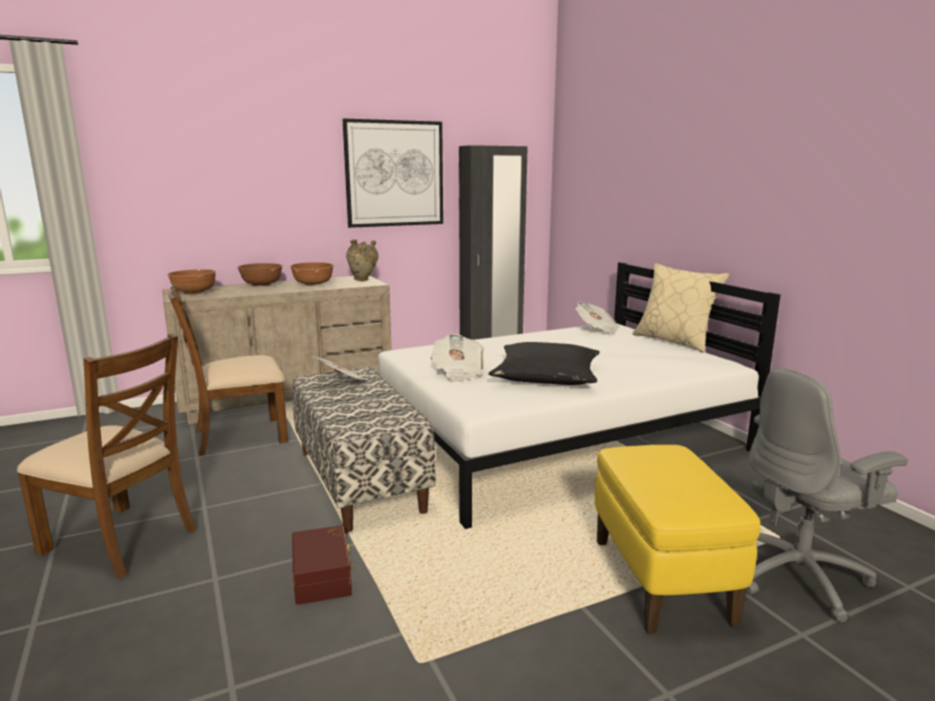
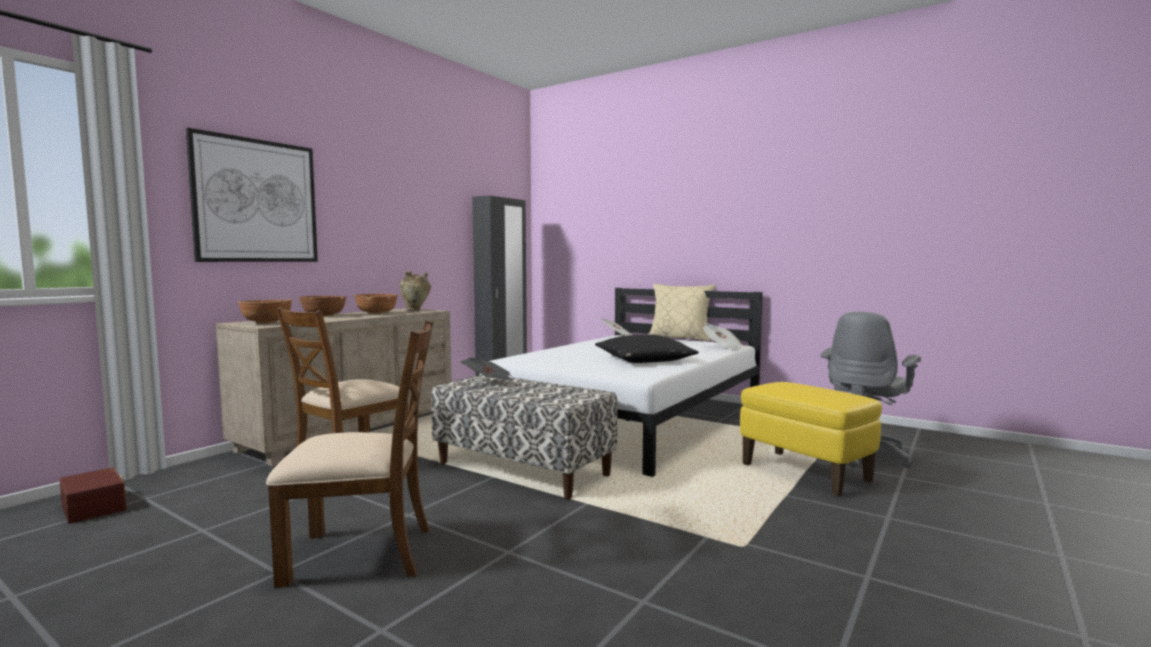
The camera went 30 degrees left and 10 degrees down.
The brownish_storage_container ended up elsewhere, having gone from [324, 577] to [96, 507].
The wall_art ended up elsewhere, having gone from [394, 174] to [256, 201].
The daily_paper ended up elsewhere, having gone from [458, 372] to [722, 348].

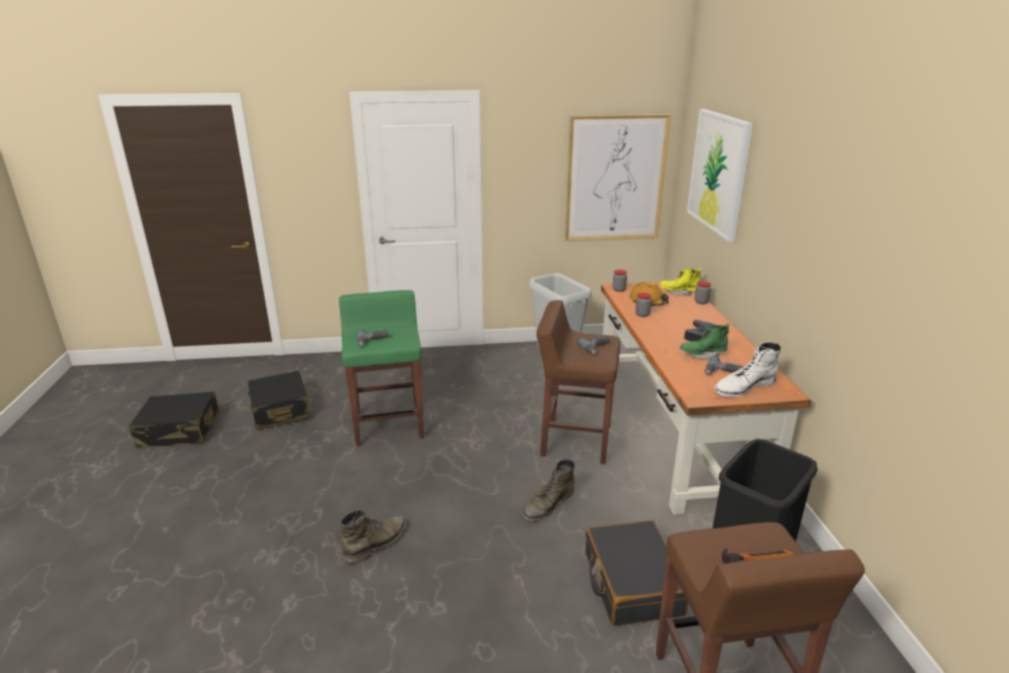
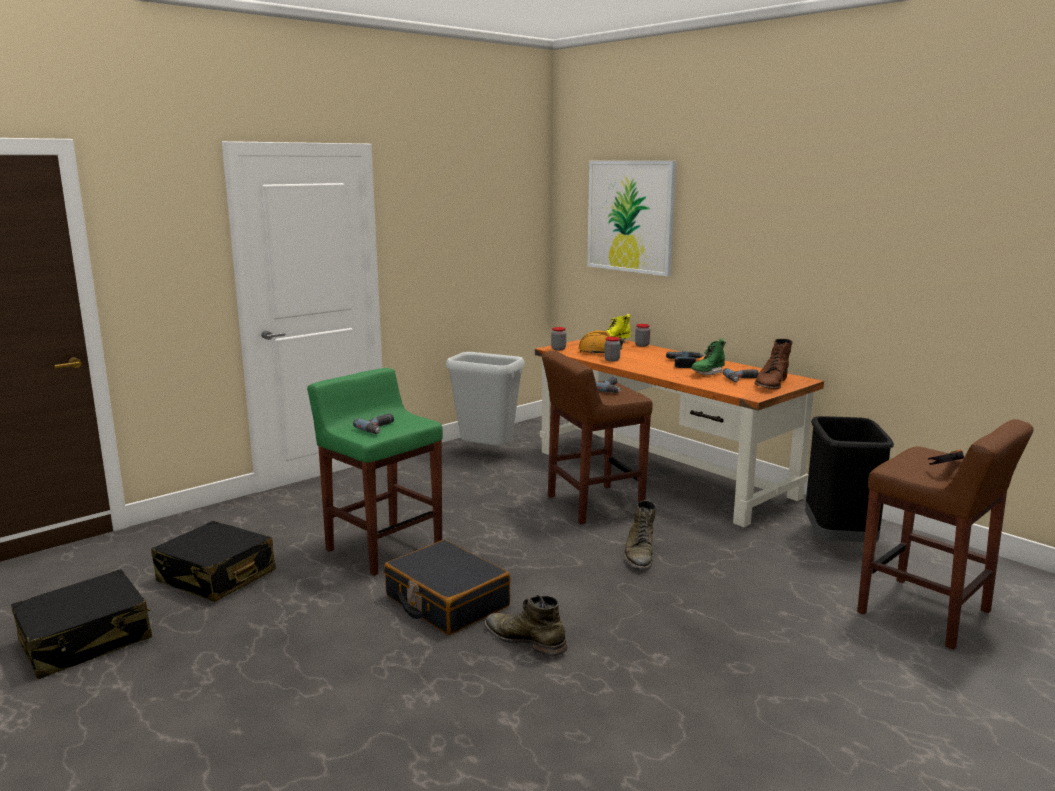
The camera went 35 degrees left and 10 degrees down.
The second view lost the wall_art at [615, 179].
The blackish_suitcase ended up elsewhere, having gone from [631, 583] to [446, 601].
What was the white_high-top_boot at [743, 387] turned into the brownish_high-top_boot at [771, 383].
The green_high-top_boot at [376, 543] ended up facing another way, 60 degrees counterclockwise from before.

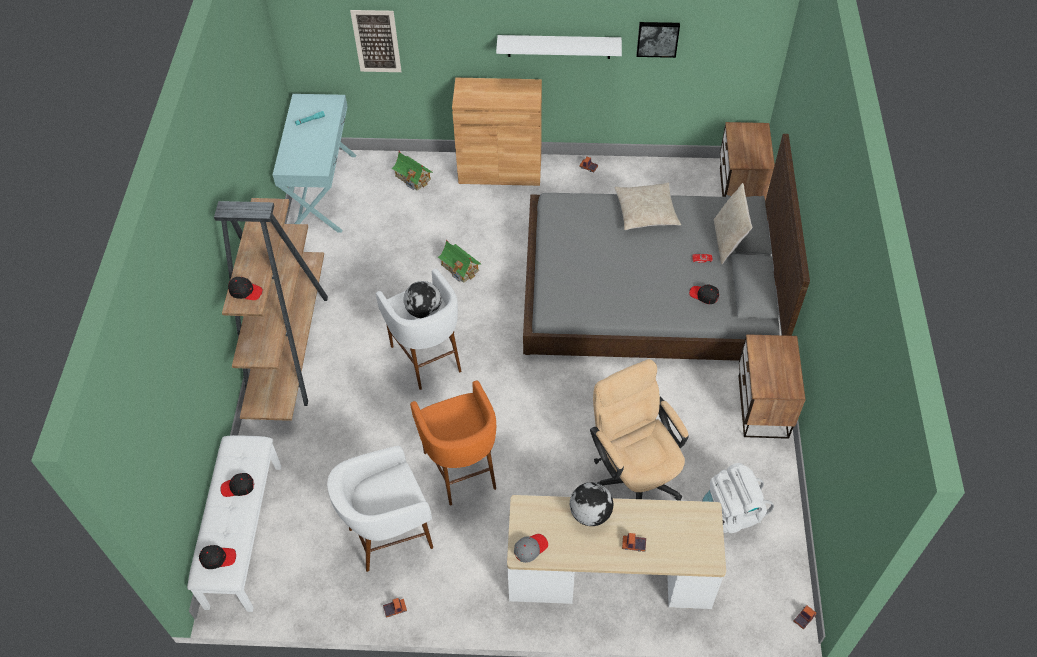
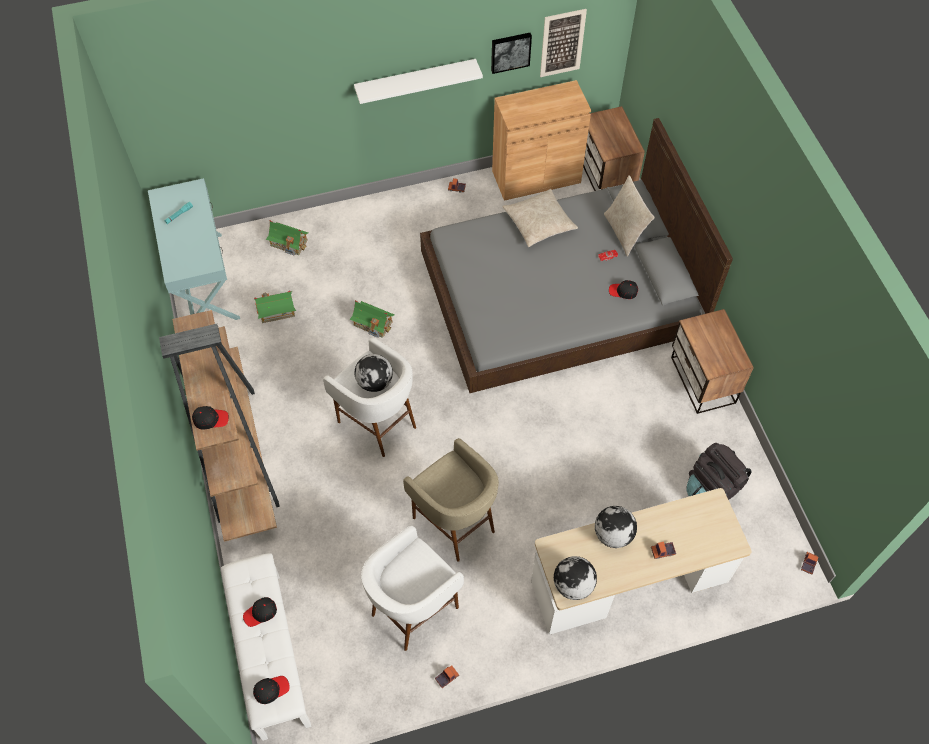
The camera went 20 degrees left and 5 degrees up.
The second view lost the sand-coloured_desk_chair at [634, 473].
The second view gained the miniature_house at [276, 311].
The wall_art ended up elsewhere, having gone from [376, 41] to [562, 43].
The brownish_storage_cabinet ended up elsewhere, having gone from [500, 170] to [536, 177].
Where the greyish_peaked_cap stood at [530, 548], the world_globe came to stand at [572, 585].
What was the orangey_stool at [462, 470] turned into the sand-coloured_stool at [455, 523].
What was the white_rucksack at [731, 513] turned into the blackish_rucksack at [712, 488].

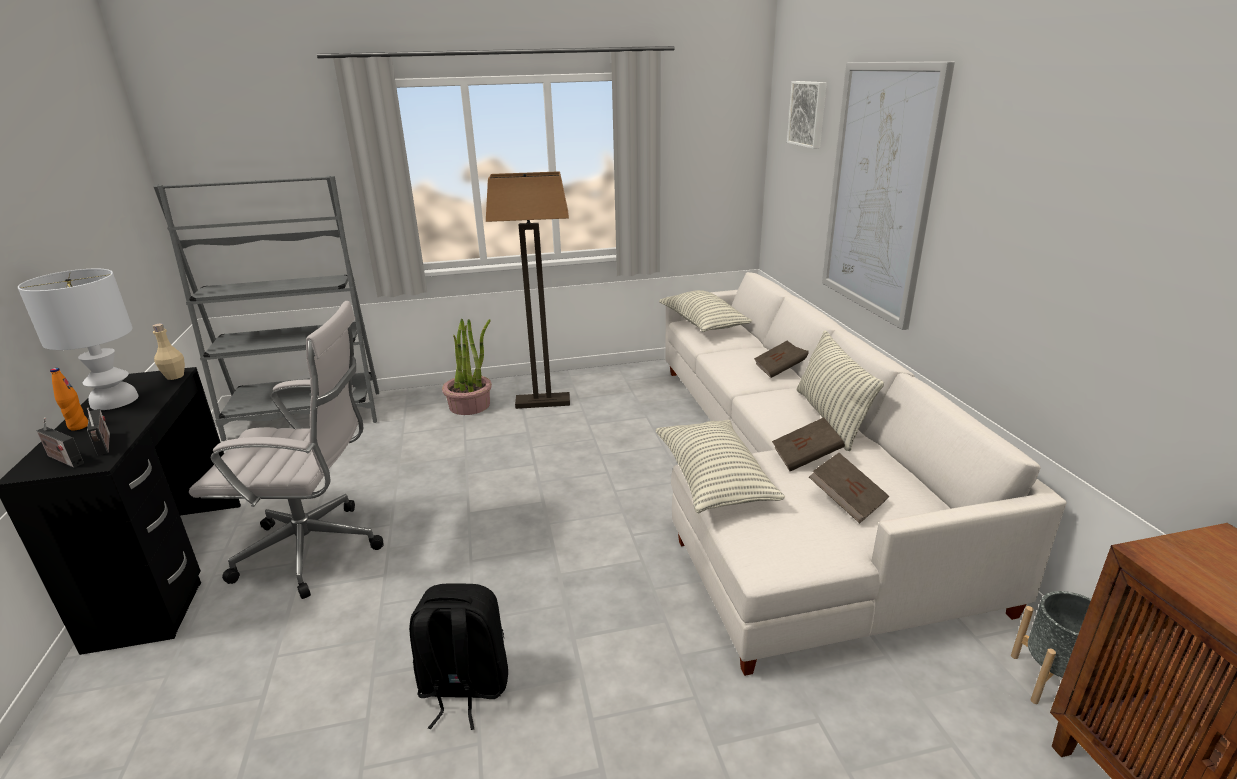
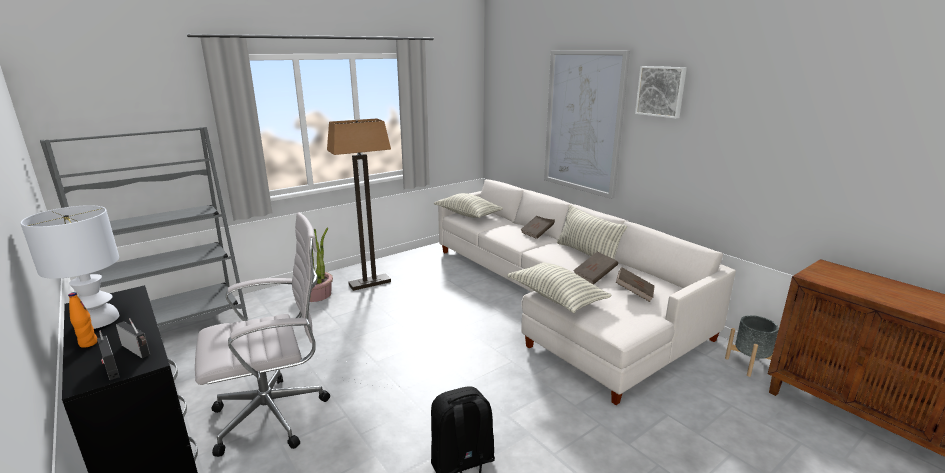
The camera went 25 degrees left and 5 degrees down.
The second view lost the sand-coloured_drink_bottle at [175, 376].
The wall_art ended up elsewhere, having gone from [808, 114] to [661, 91].
The radio at [63, 459] ended up facing another way, 45 degrees clockwise from before.

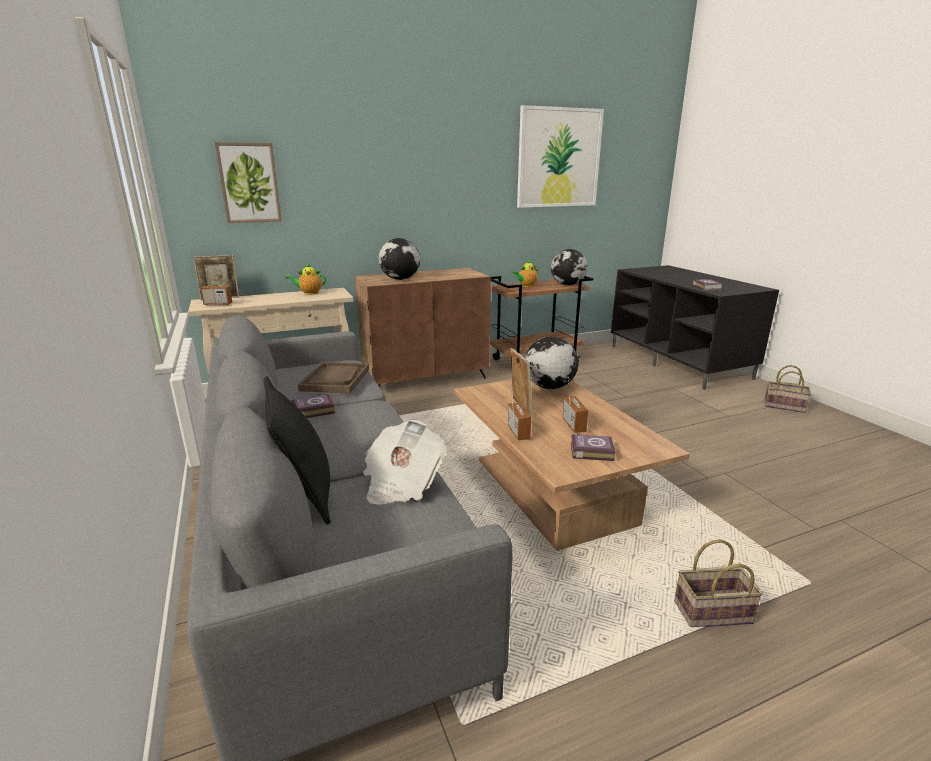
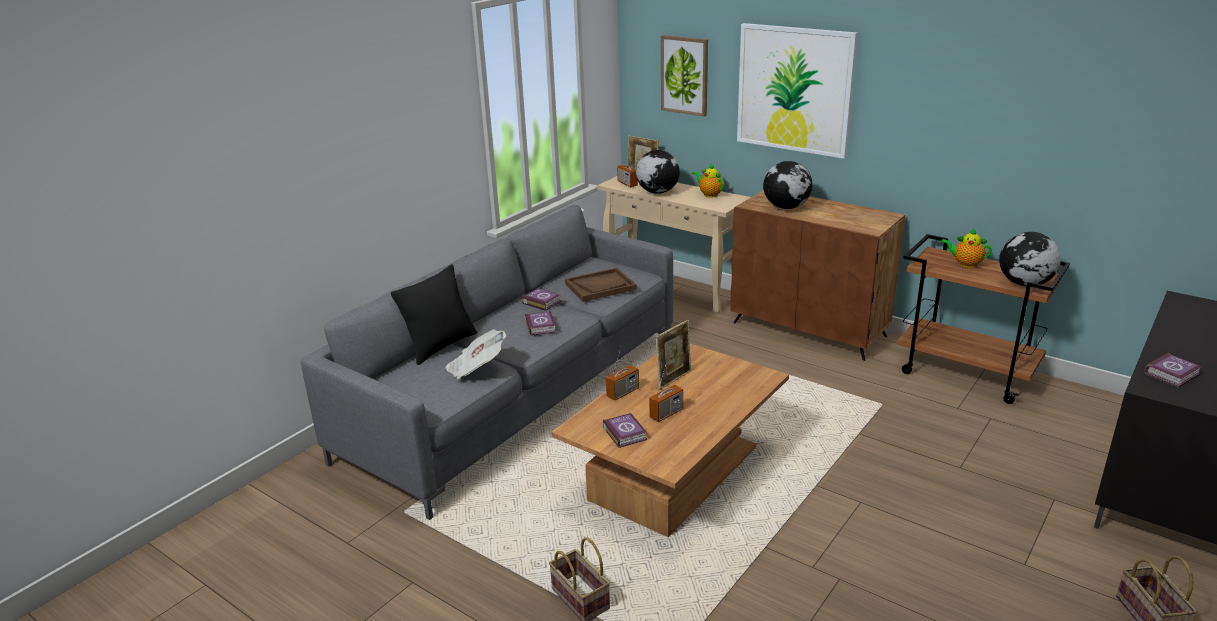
The camera went 60 degrees right and 5 degrees up.
The second view gained the book at [541, 326].
The wall_art ended up elsewhere, having gone from [559, 158] to [795, 89].
The world_globe ended up elsewhere, having gone from [548, 387] to [657, 192].

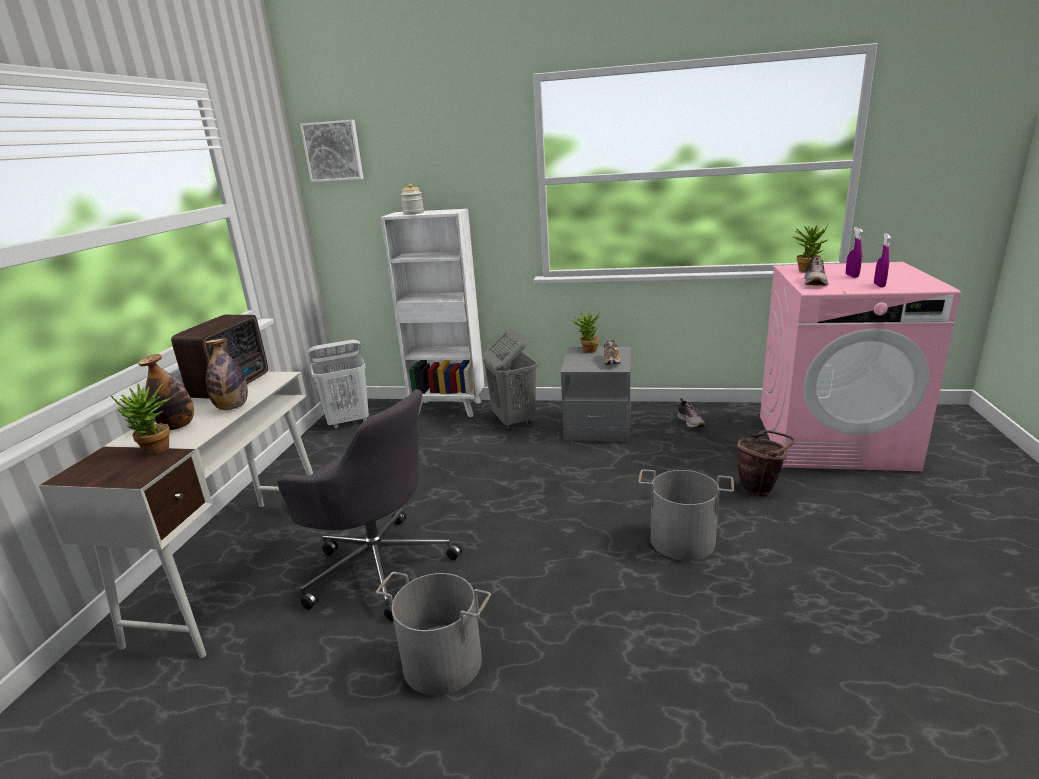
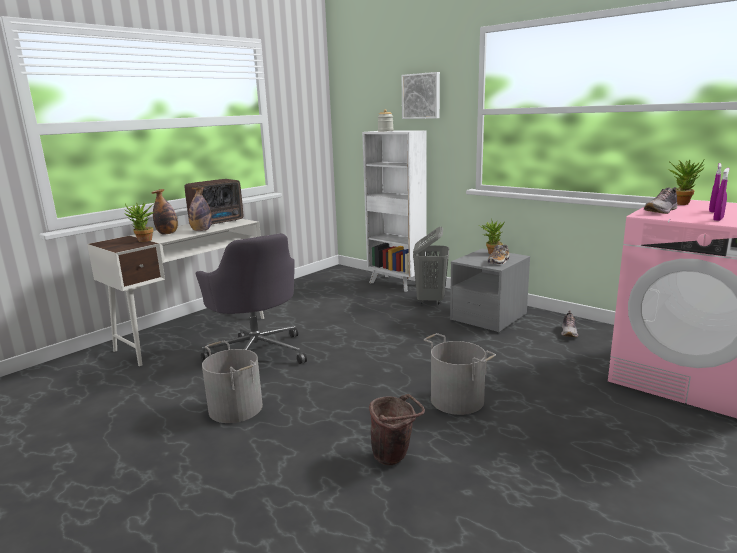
The camera went 30 degrees right and 5 degrees down.
The second view lost the white_laundry_basket at [349, 422].
The wall_art ended up elsewhere, having gone from [333, 151] to [421, 96].
The brownish_bucket ended up elsewhere, having gone from [760, 489] to [395, 457].

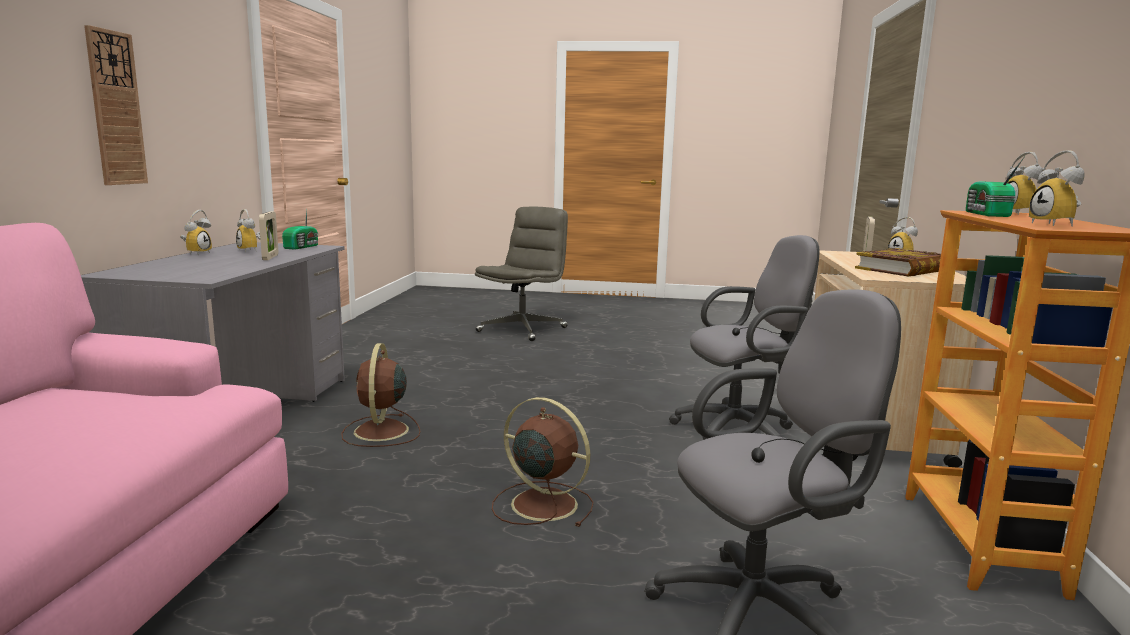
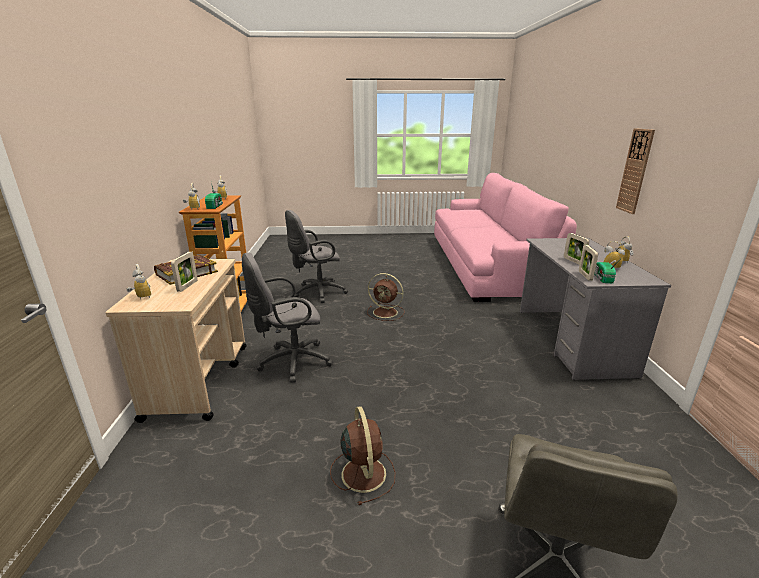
The camera went 170 degrees right and 10 degrees up.
The second view gained the photo_frame at [585, 276].
The brownish_electric_fan ended up elsewhere, having gone from [381, 432] to [363, 472].

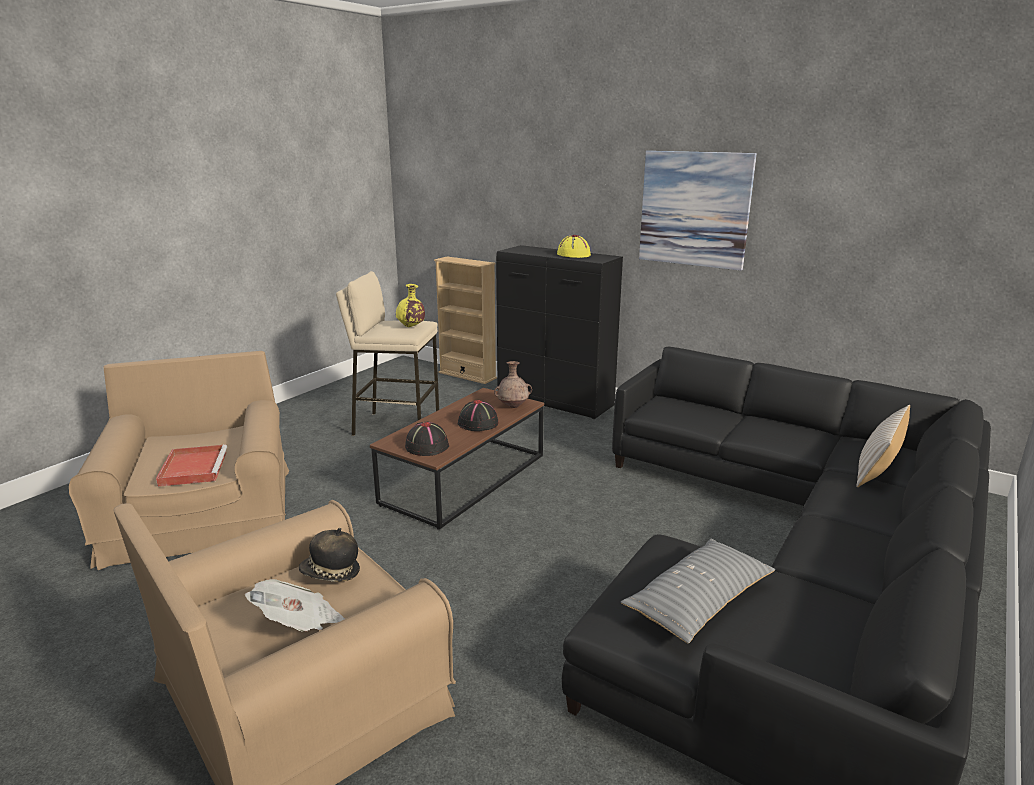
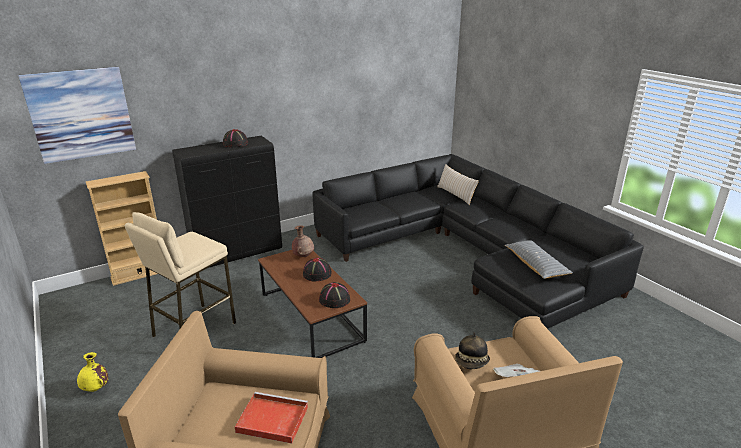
The camera went 65 degrees left and 5 degrees up.
The yellow_flower_vase ended up elsewhere, having gone from [411, 327] to [96, 388].
The wall_art ended up elsewhere, having gone from [694, 209] to [81, 114].
What was the yellow_wearable_hat at [573, 255] turned into the blackish_wearable_hat at [235, 144].

